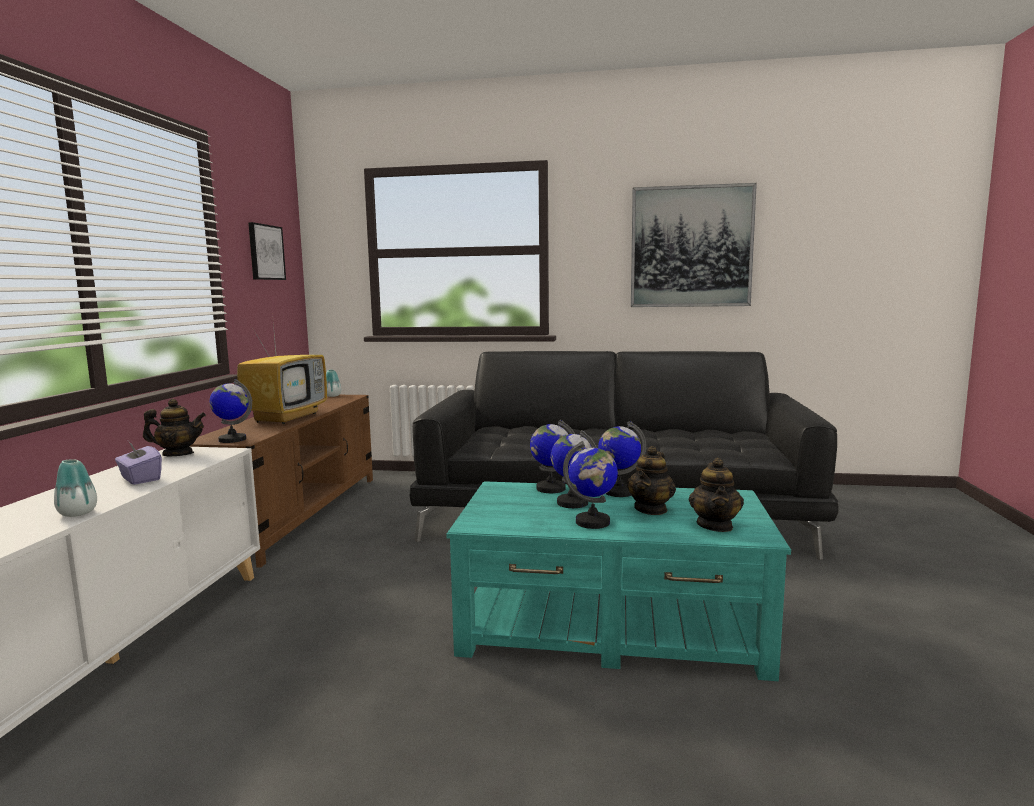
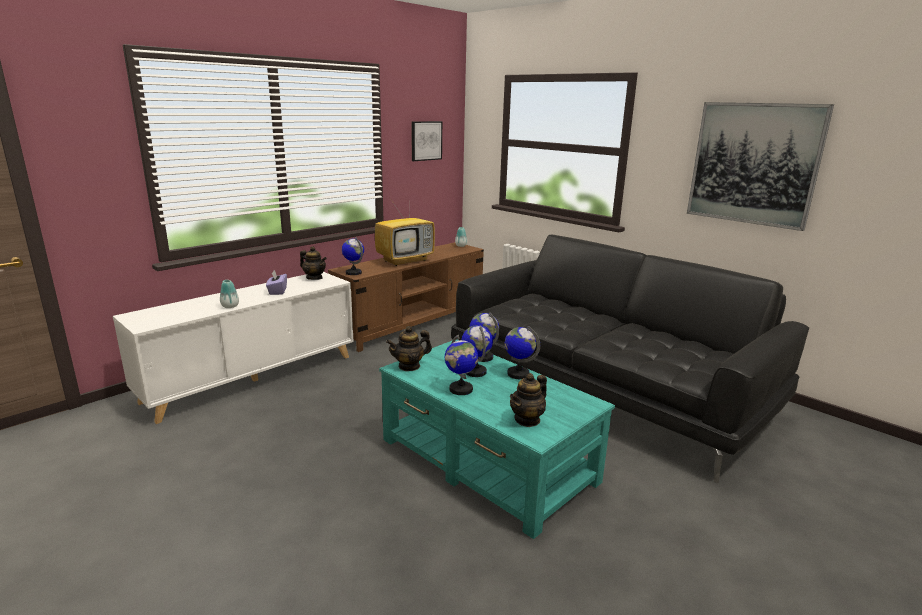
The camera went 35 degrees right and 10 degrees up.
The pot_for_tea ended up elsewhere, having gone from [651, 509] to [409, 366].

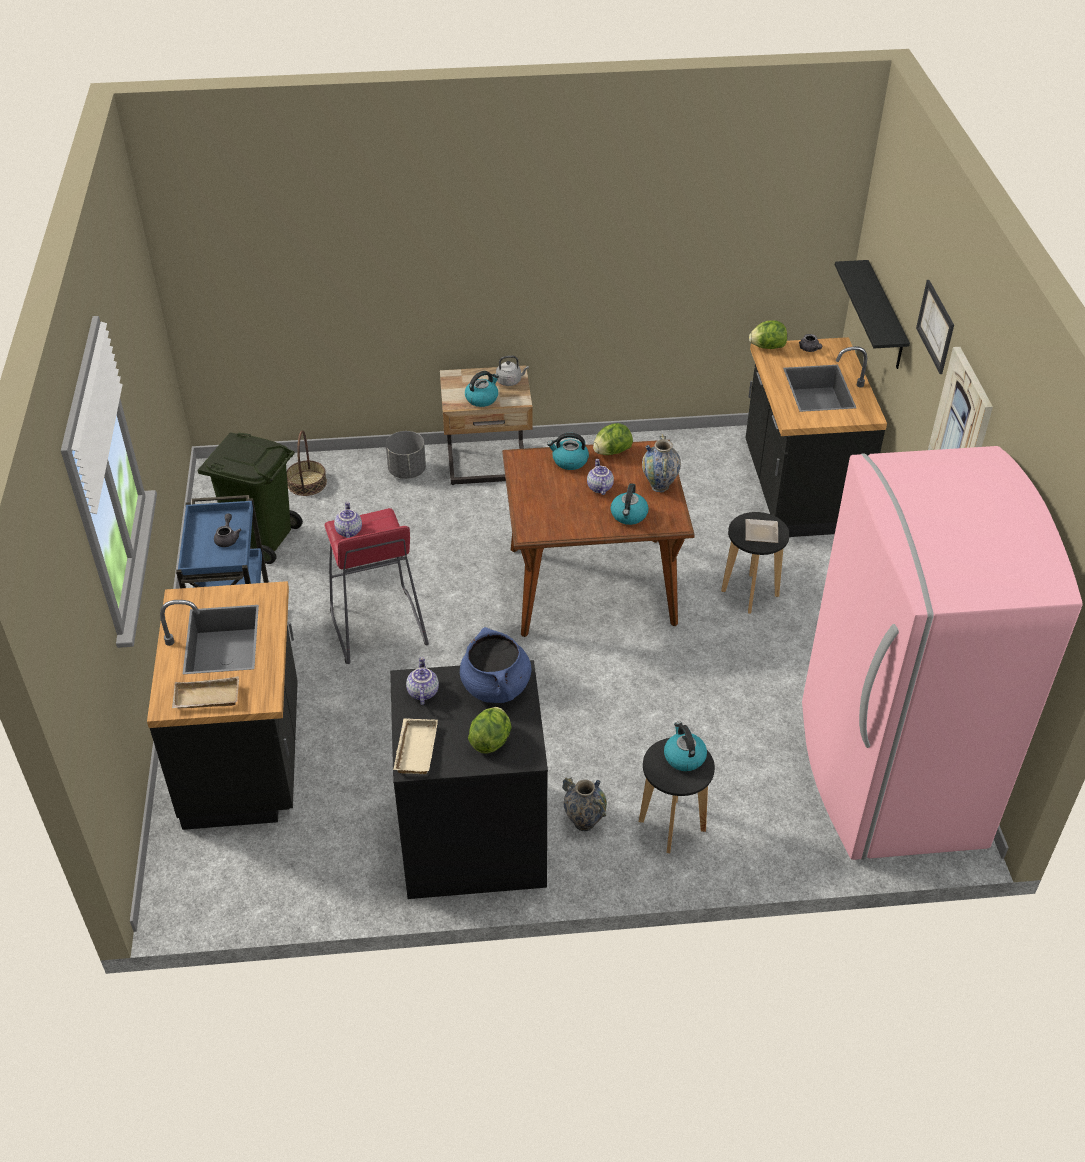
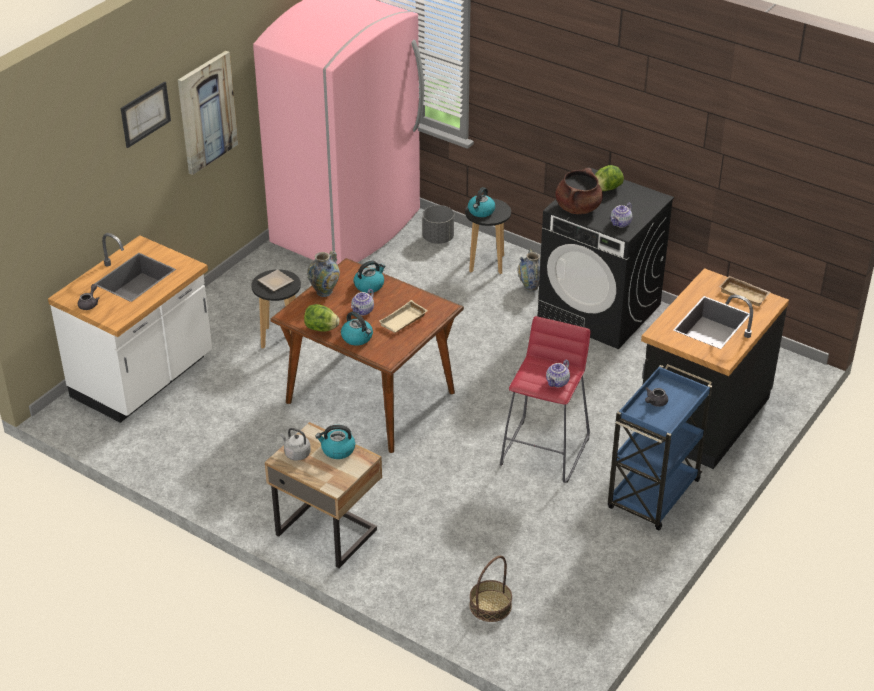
The camera went 140 degrees left and 5 degrees down.
The second view lost the green_trash_can at [261, 538].
The second view lost the lettuce at [767, 347].
The second view lost the blackish_shelf at [884, 317].
The greyish_flower_pot ended up elsewhere, having gone from [407, 471] to [438, 238].
The sand-coloured_carrying_tray ended up elsewhere, having gone from [414, 749] to [403, 321].
What was the blue_saucepot at [496, 687] turned into the brownish_saucepot at [578, 208].
What was the blackish_counter at [798, 490] turned into the white_counter at [144, 379].

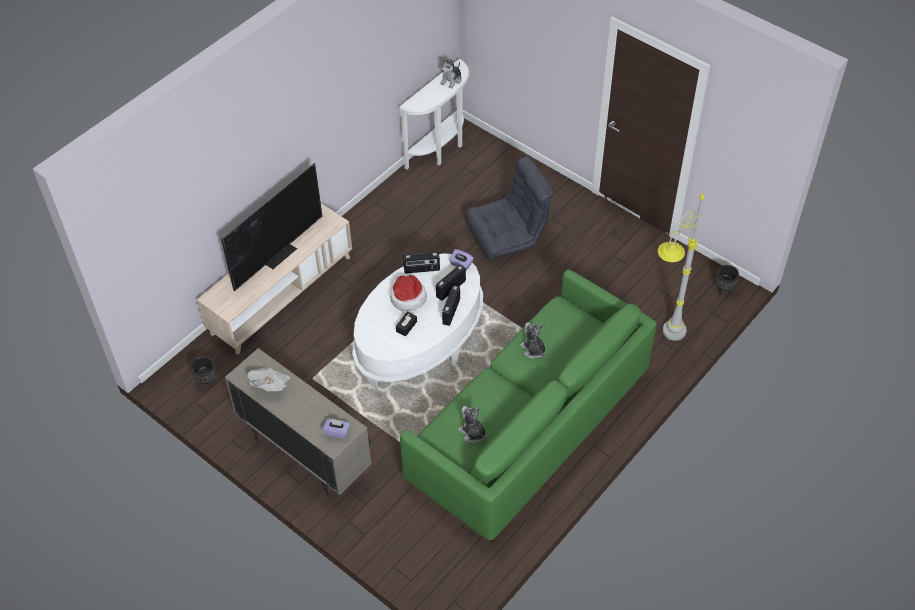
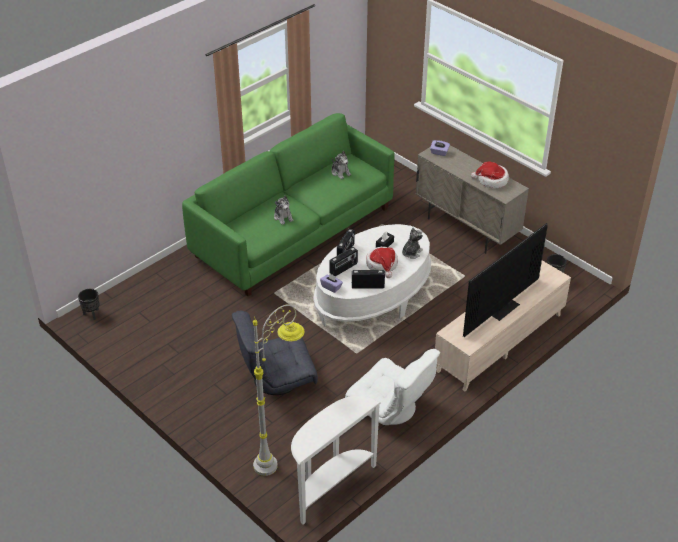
The camera went 175 degrees left and 10 degrees down.
The second view gained the white_armchair at [390, 408].
The cuddly_toy ended up elsewhere, having gone from [451, 80] to [411, 253].
The greyish_standing_lamp ended up elsewhere, having gone from [662, 343] to [281, 454].
Where the daily_paper stood at [270, 385], the wearable_hat came to stand at [491, 180].

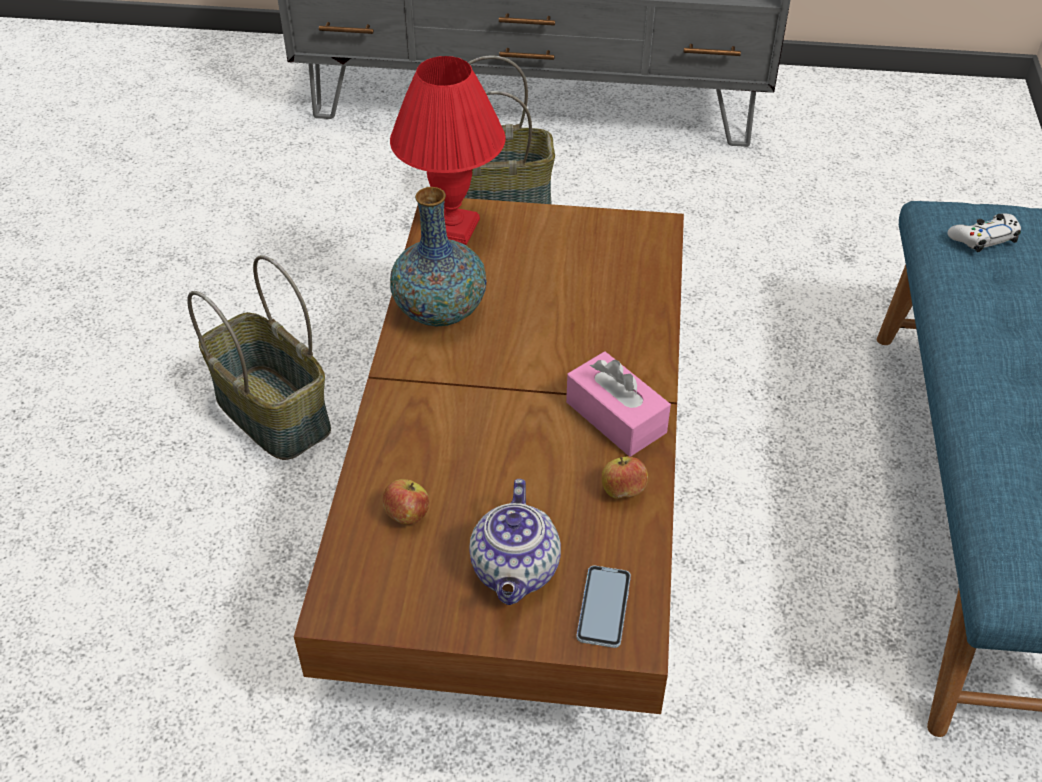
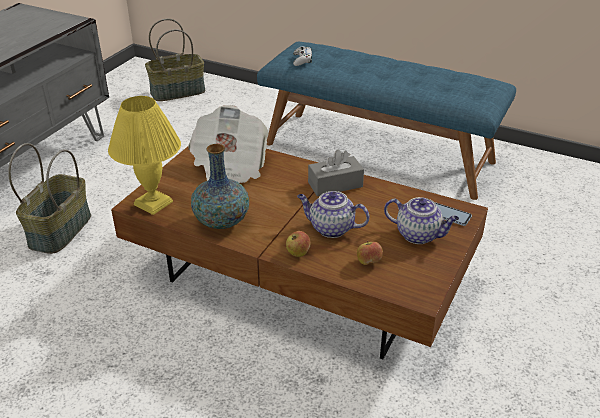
The camera went 70 degrees left and 10 degrees down.
The second view gained the daily_paper at [229, 167].
The second view gained the pot_for_tea at [331, 228].
The household_basket ended up elsewhere, having gone from [275, 412] to [178, 91].
The apple ended up elsewhere, having gone from [623, 491] to [298, 253].
What was the reddish_tabletop_lamp at [452, 229] turned into the yellow_tabletop_lamp at [154, 203].
What was the pinkish_tissue_box at [616, 417] turned into the greyish_tissue_box at [335, 184].

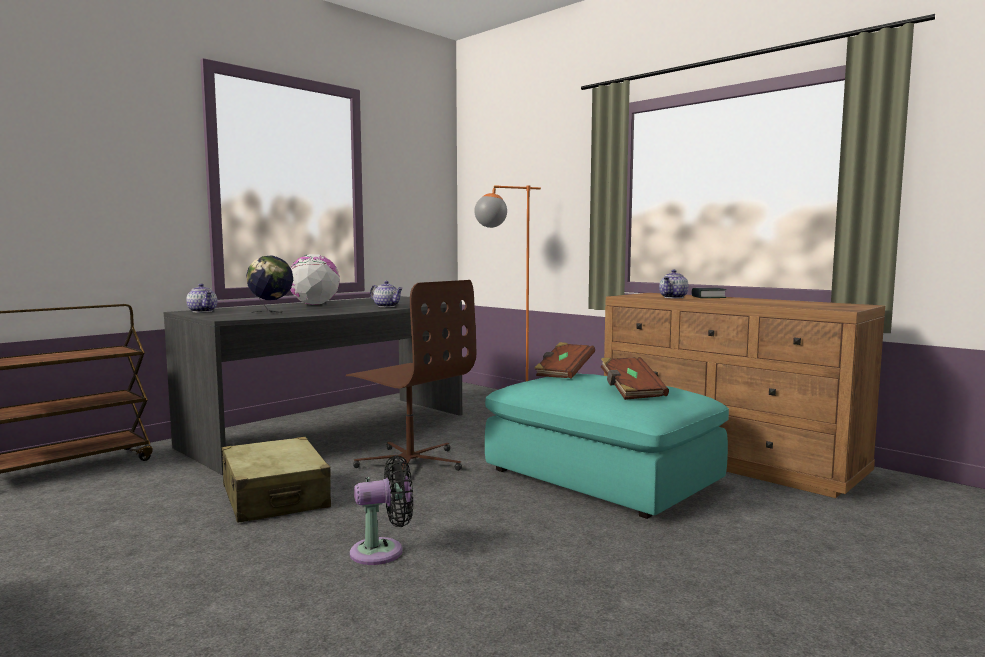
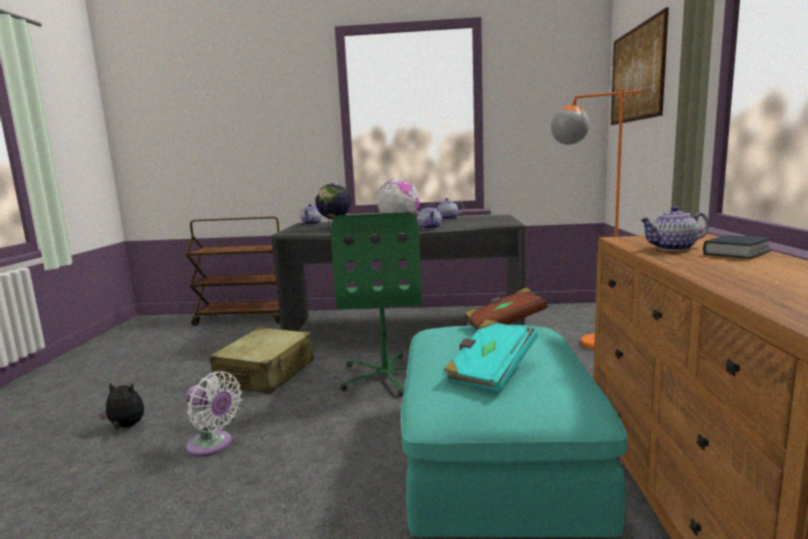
The camera went 50 degrees right and 5 degrees up.
The second view gained the cuddly_toy at [126, 427].
The second view gained the pot_for_tea at [447, 219].
The second view gained the wall_art at [636, 74].
What was the brownish_desk_chair at [410, 463] turned into the green_desk_chair at [386, 376].
What was the blackish_electric_fan at [383, 551] turned into the white_electric_fan at [212, 446].
What was the brownish_book at [631, 392] turned into the blue-green_book at [490, 372].

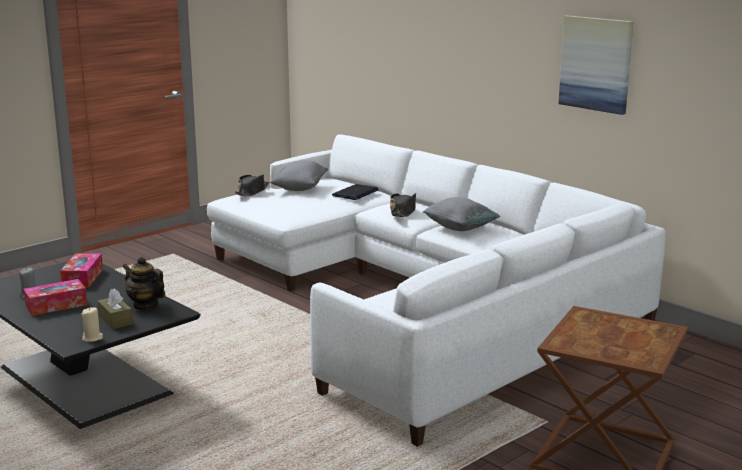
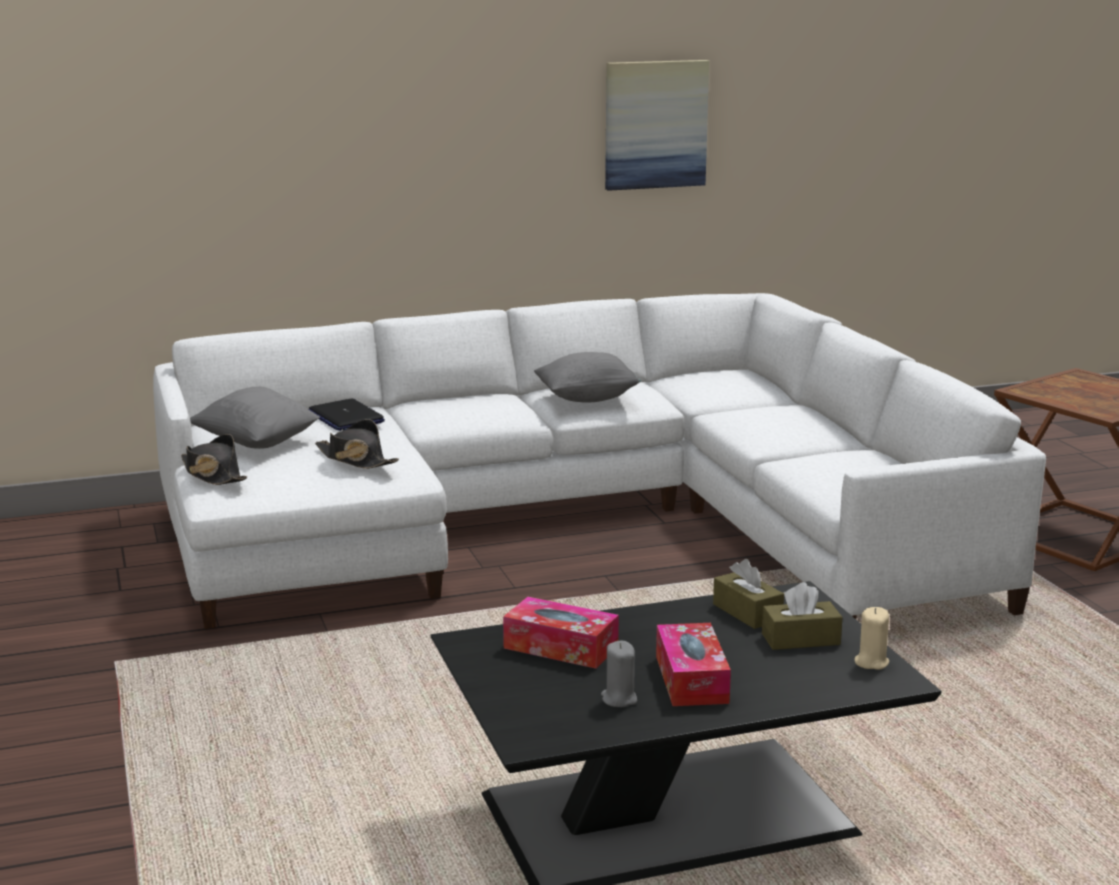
The camera went 65 degrees left and 0 degrees up.
The blackish_wearable_hat ended up elsewhere, having gone from [403, 211] to [355, 460].
Where the pot_for_tea stood at [145, 305], the brownish_tissue_box came to stand at [747, 612].

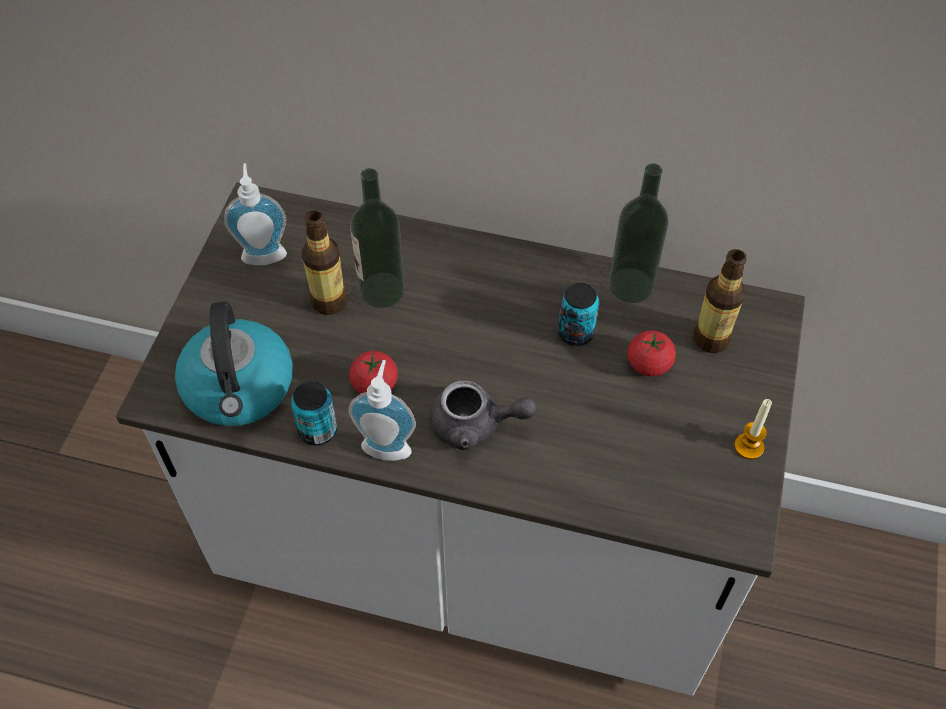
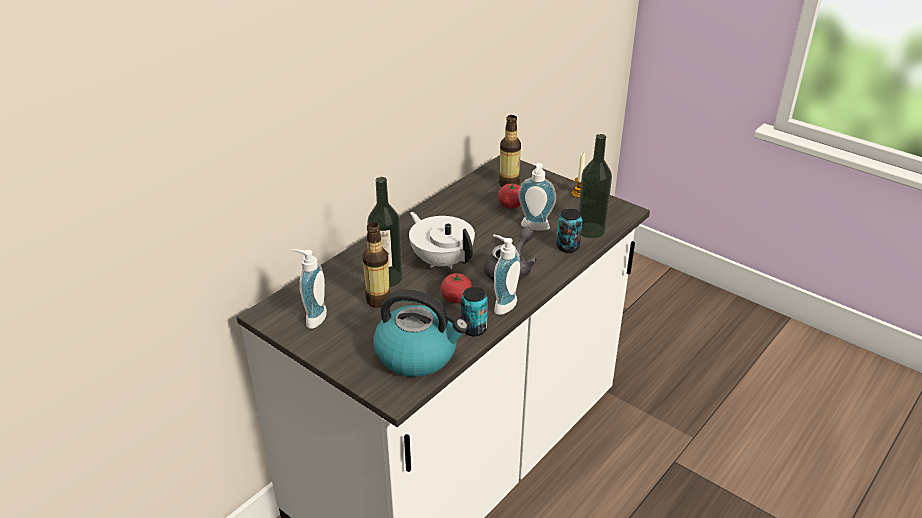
The camera went 65 degrees left and 20 degrees down.
The second view gained the white_pot_for_tea at [442, 260].
The second view gained the soap_dispenser at [534, 228].
The can ended up elsewhere, having gone from [575, 333] to [567, 247].
The drink_bottle ended up elsewhere, having gone from [631, 285] to [590, 230].

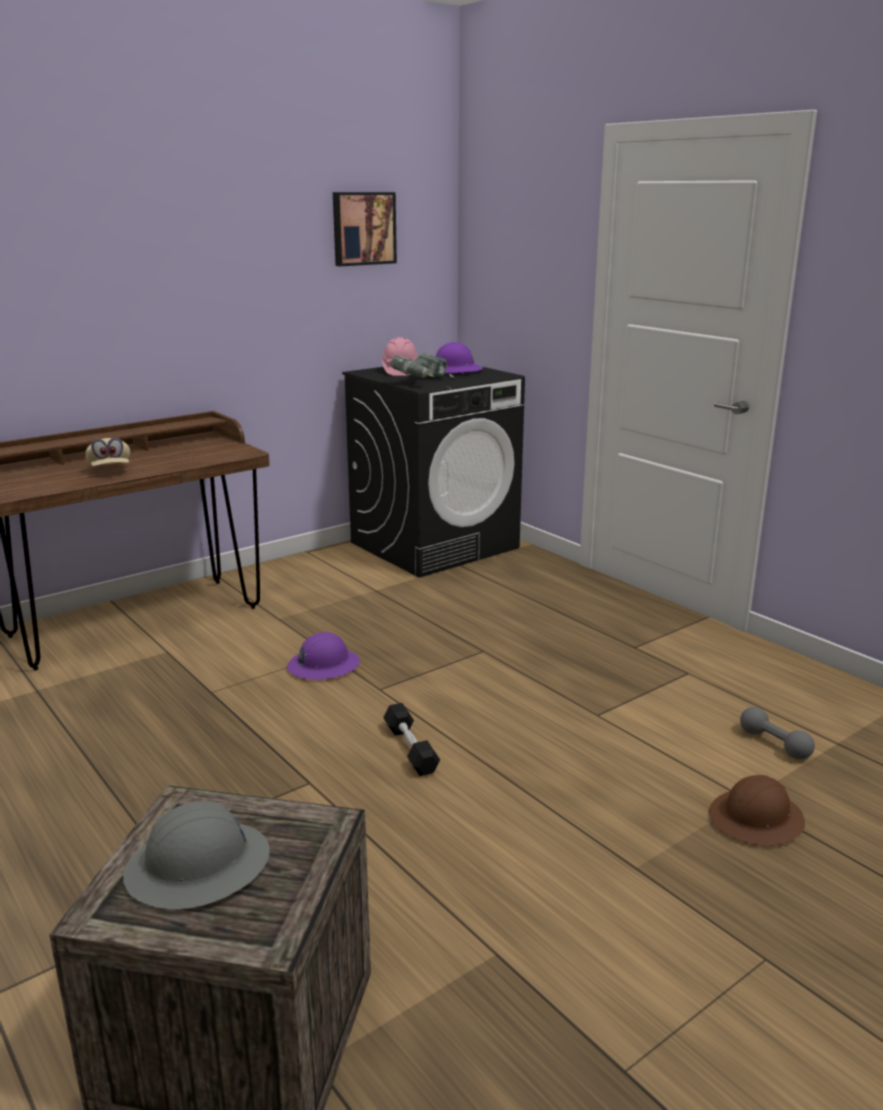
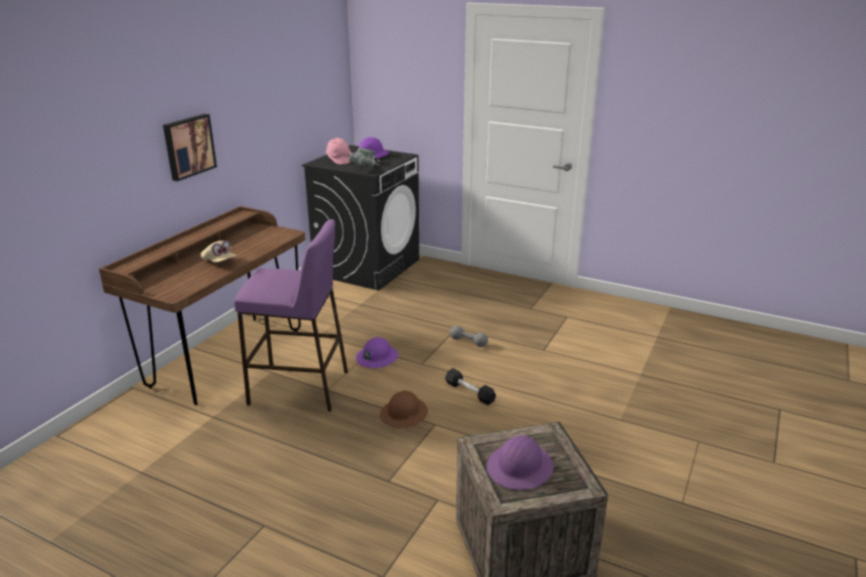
The camera went 25 degrees left and 5 degrees up.
The second view gained the purple_stool at [300, 388].
The wall_art ended up elsewhere, having gone from [363, 228] to [188, 146].
The brownish_safety_helmet ended up elsewhere, having gone from [756, 820] to [404, 414].
The greyish_hand_weight ended up elsewhere, having gone from [774, 744] to [468, 342].
What was the greyish_safety_helmet at [198, 867] turned into the purple_safety_helmet at [520, 468].

